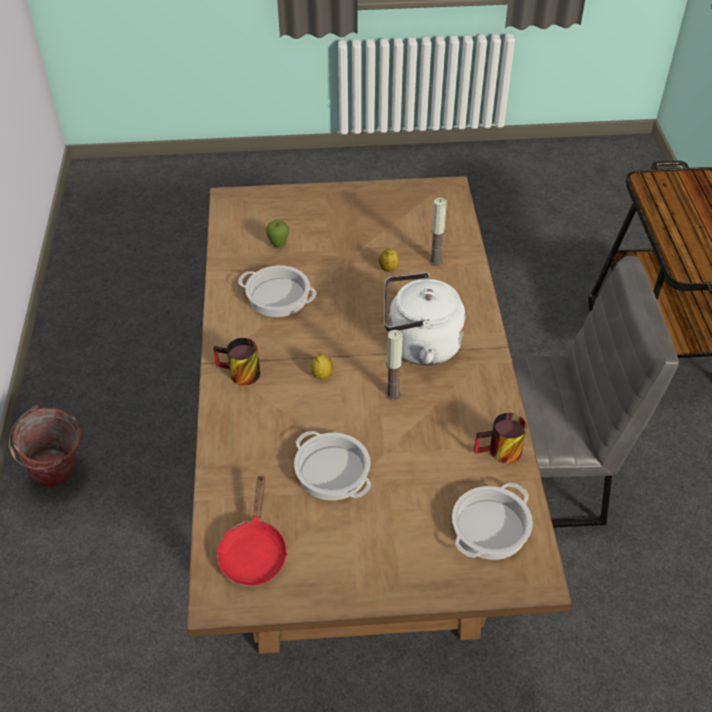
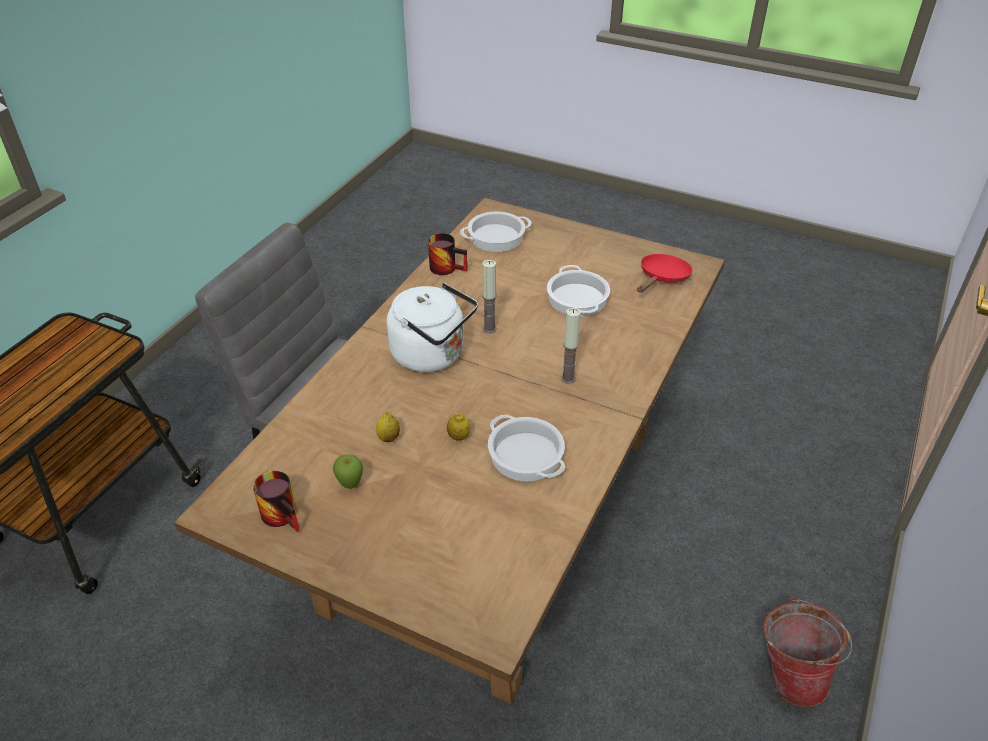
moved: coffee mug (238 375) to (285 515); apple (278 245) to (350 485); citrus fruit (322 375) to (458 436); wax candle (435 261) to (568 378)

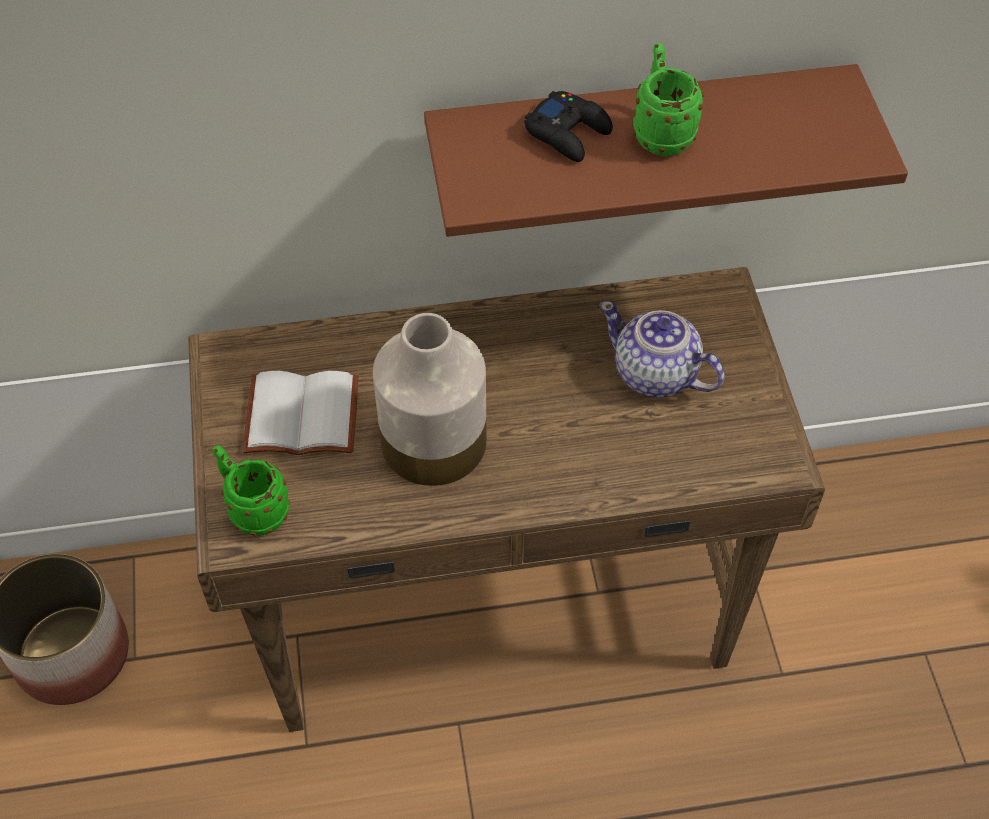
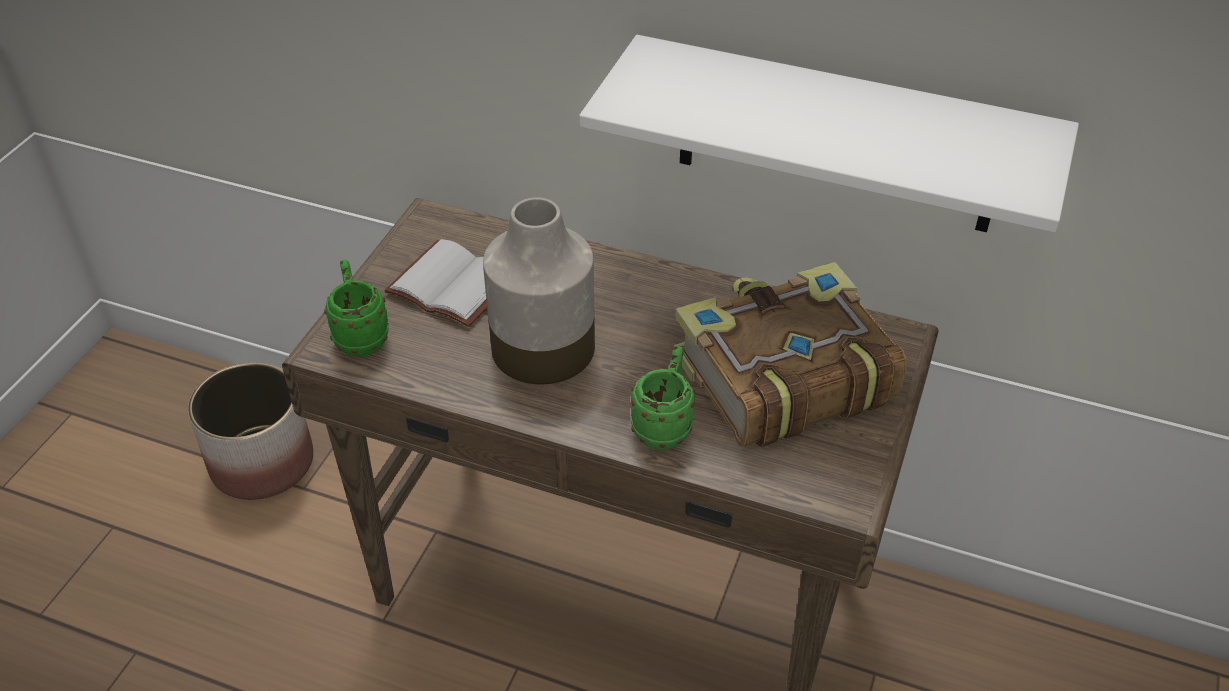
removed: game controller in black (568 133)
moved: coffee mug in green-coloured (660 132) to (664 425)
replaced: tea pot (656 374) to volume (781 377)
recoloured: bracket shelf in brown-coloured (637 140) to bracket shelf in white-coloured (838 137)

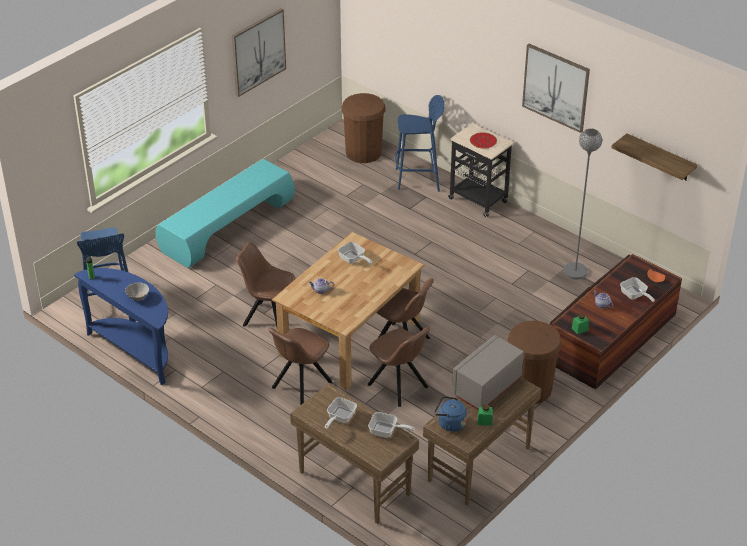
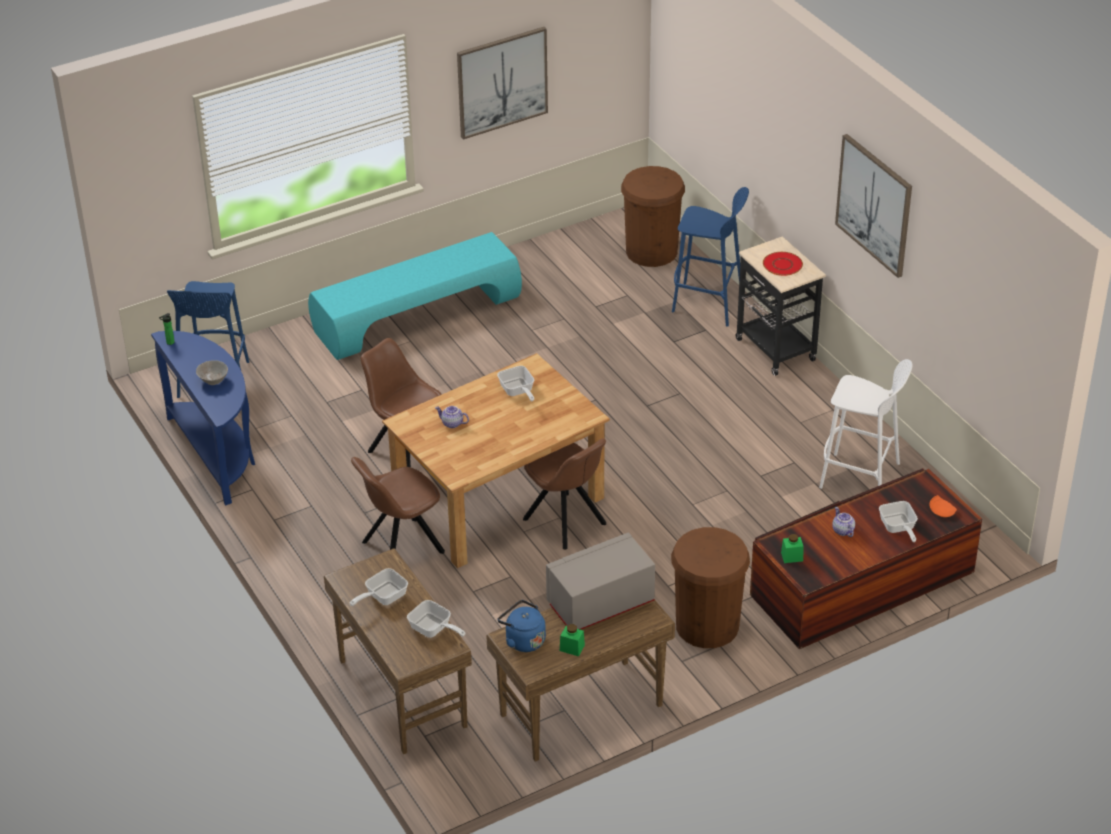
removed: plain chair in brown-coloured (398 386); bracket shelf (660 158)
replaced: standing lamp in gray (575 272) to stool in white-coloured (861 479)

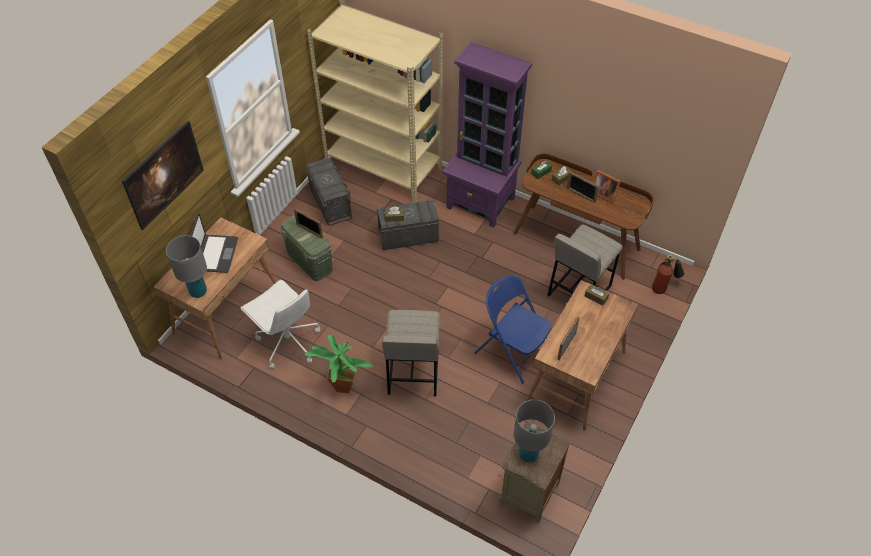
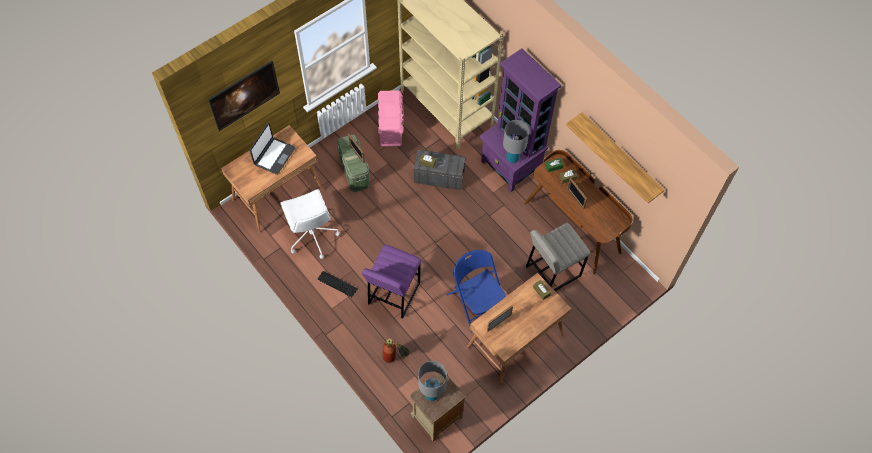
removed: photo frame (603 194)
added: bracket shelf (620 156)
moved: lamp for a table in gray (198 292) to (512 158); fire-fighting cylinder (664 287) to (394 357)
replaced: plant in a pot (341 385) to computer keyboard (337 284)
recoloured: storage bin in gray (330 203) to storage bin in pinkish (391 126); plain chair in gray (413 374) to plain chair in purplish (393 294)

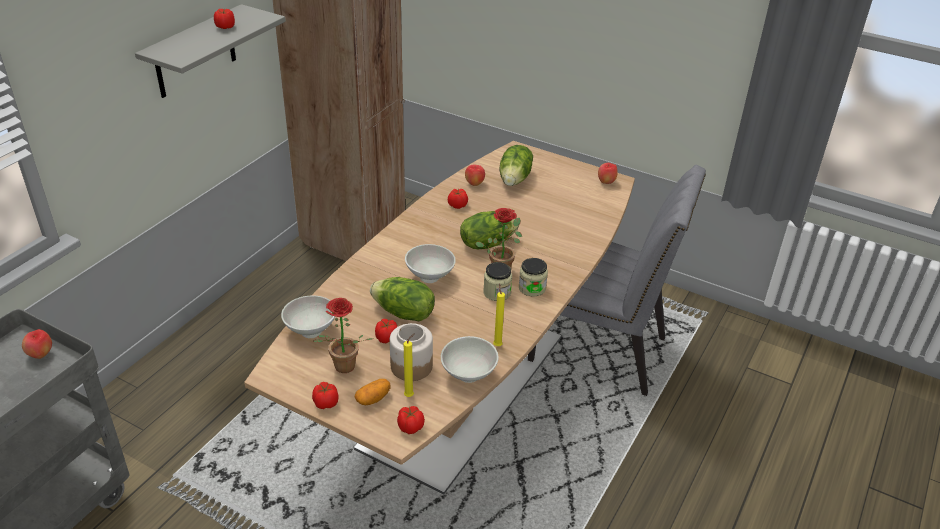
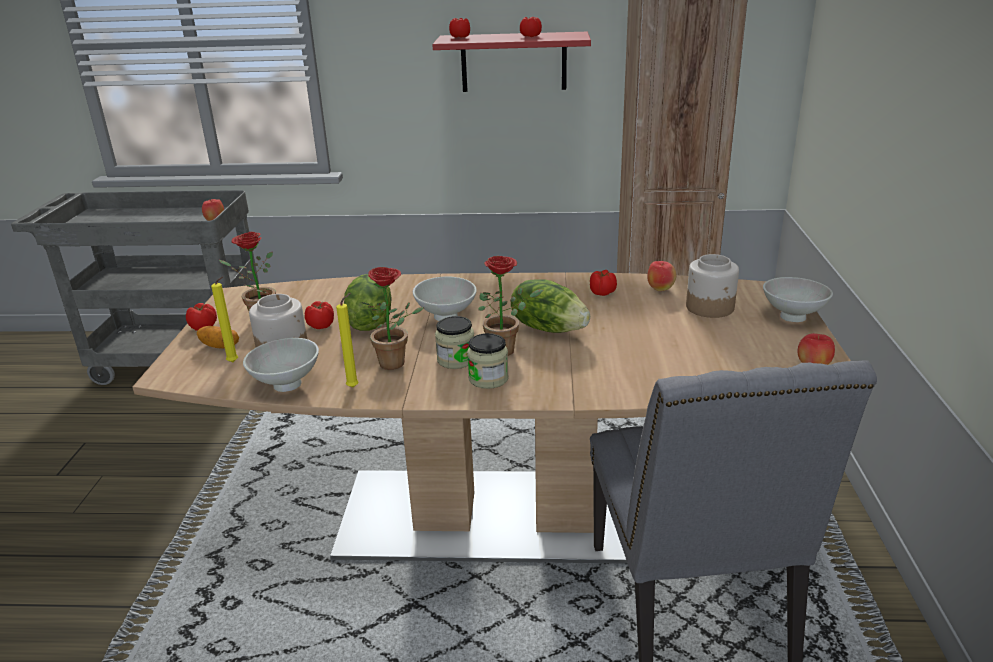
added: plant in a pot (398 363)
moved: deep dish in white-coloured (309 331) to (791 316); whole tomato (410 427) to (460 37)
replaced: lettuce (515 179) to storage jar (710 307)
recoloured: bracket shelf in gray (195 52) to bracket shelf in red-coloured (513 62)

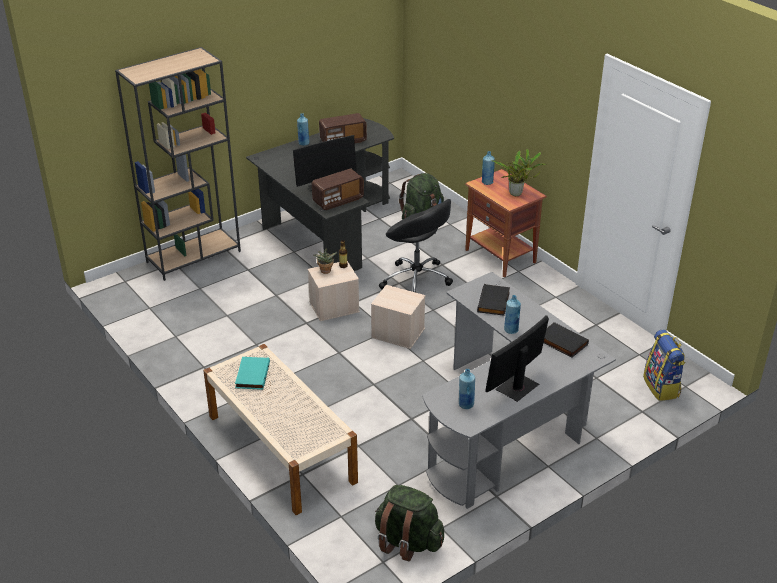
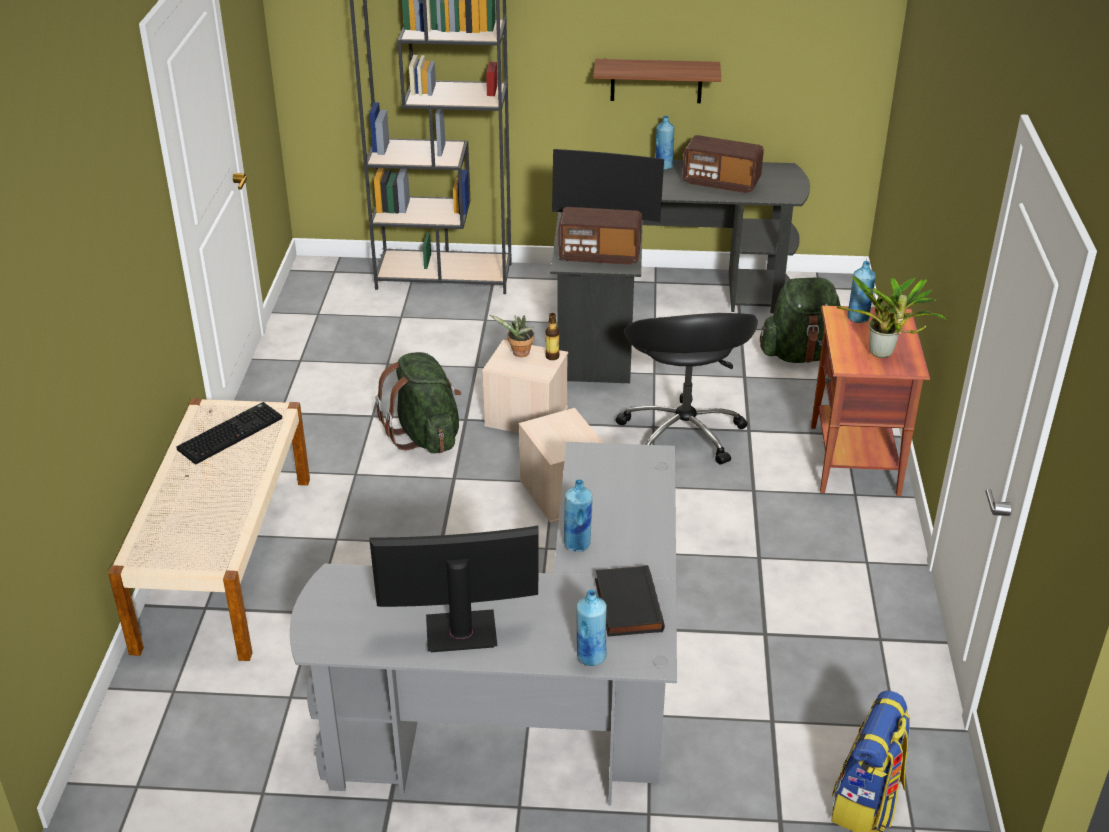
removed: volume in black (494 302)
added: bracket shelf (656 81)
moved: rucksack in green-coloured (407 541) to (426 436); drink bottle in bluish (466 404) to (591 656)
replaced: volume in turquoise (251 375) to computer keyboard (230 433)

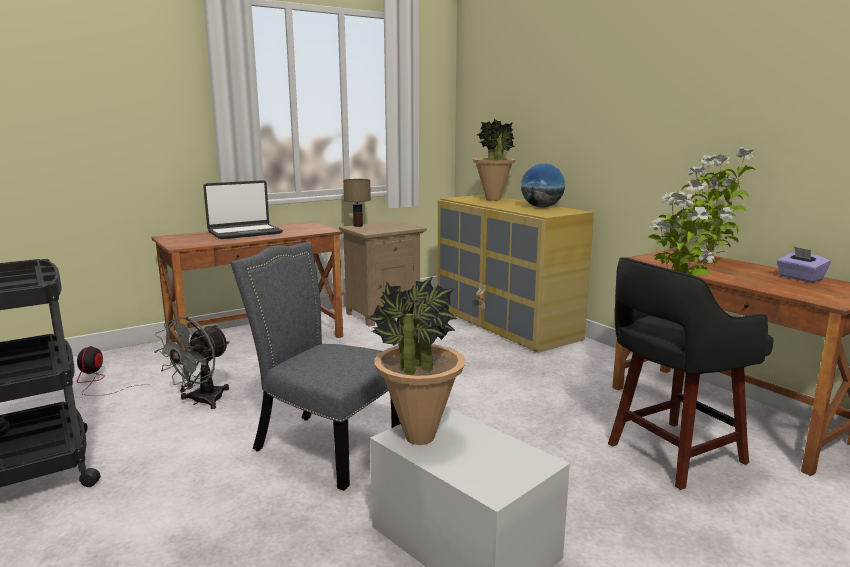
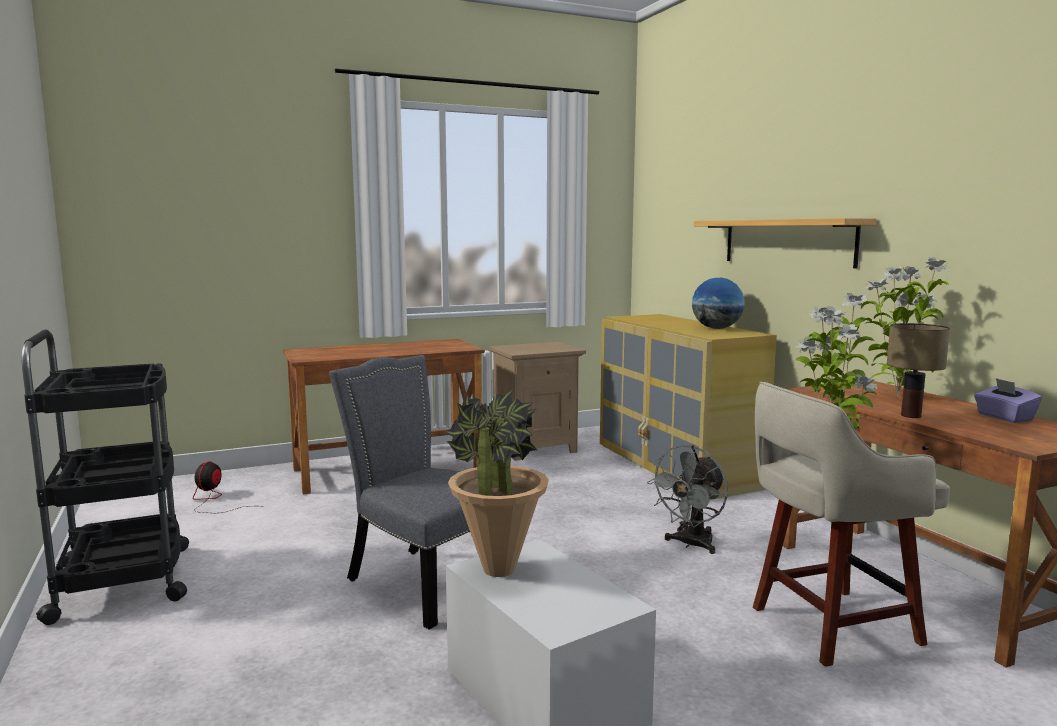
removed: portable computer (245 232); plant in a pot (493 199)
added: bracket shelf (787 242)
moved: fan in gray (201 401) to (691 544); lamp for a table (358 226) to (912 416)
recoloured: stool in black (671 455) to stool in beige-coloured (828 627)

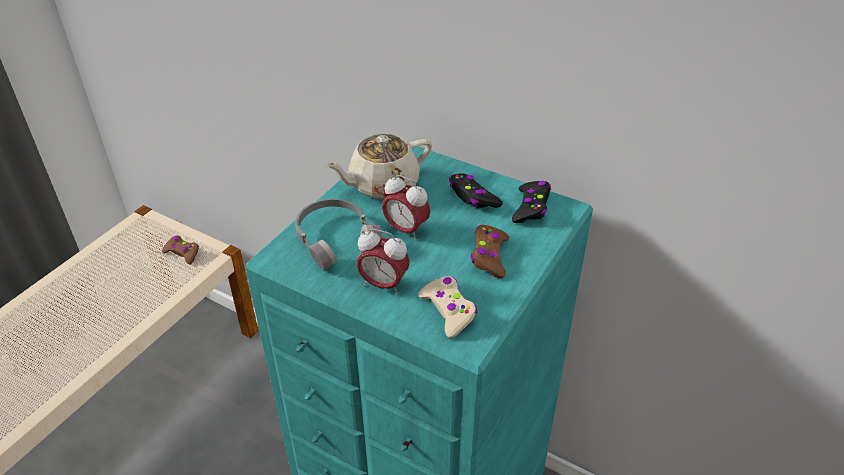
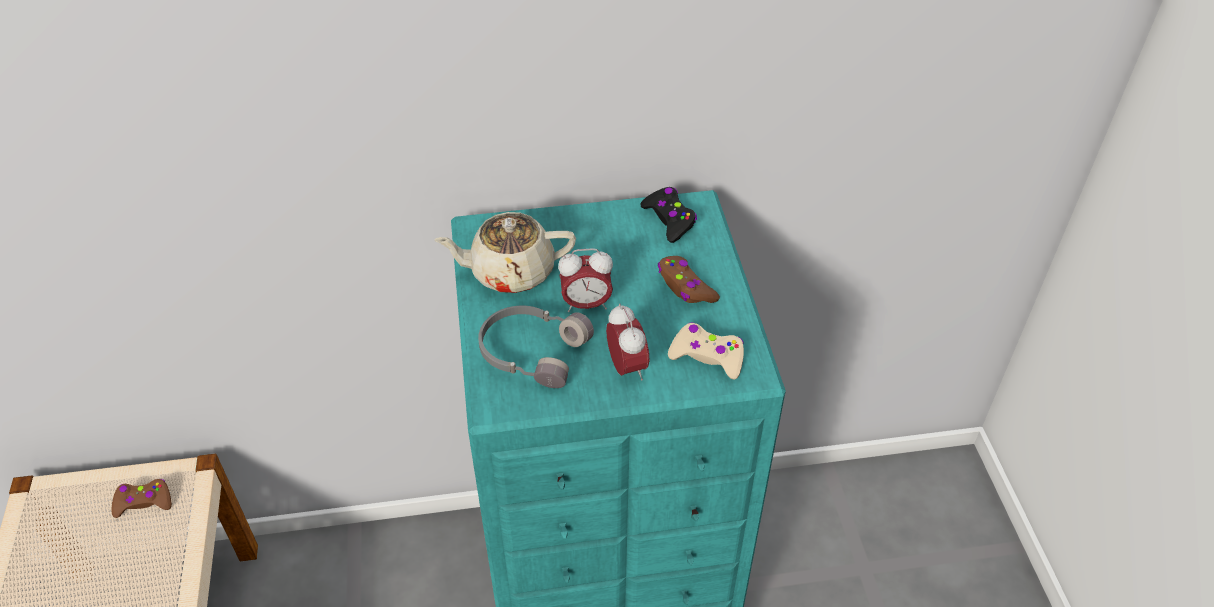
removed: game controller in black (473 197)
turned: tea pot in beige-coloured (382 185) = (510 272) 60 degrees clockwise; alarm clock (383 284) = (627 368) 90 degrees counterclockwise

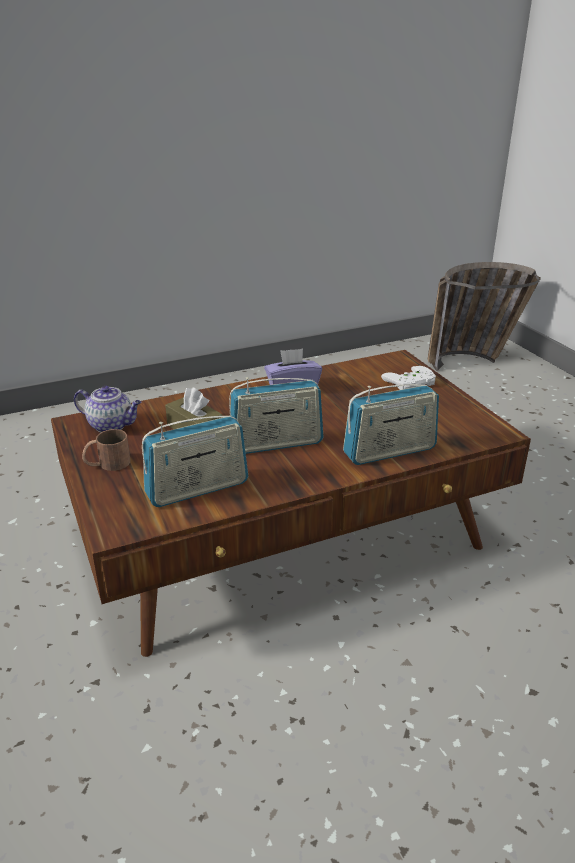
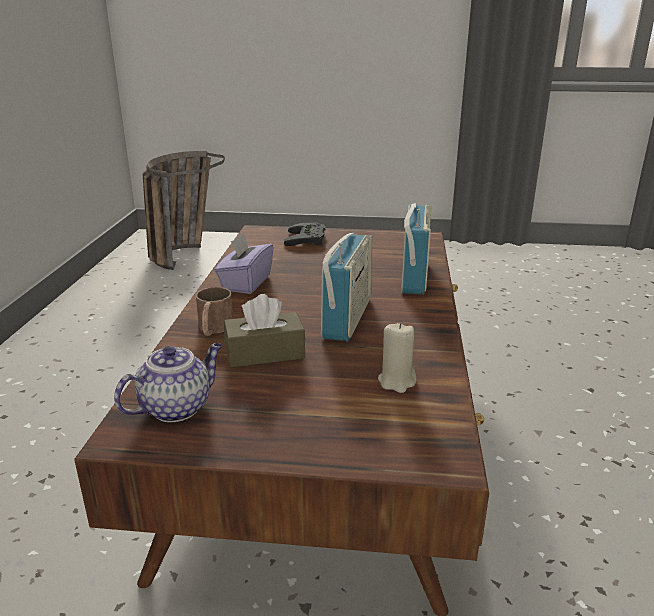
moved: coffee mug in brown-coloured (107 464) to (213 329)
replaced: radio (197 489) to wax candle in beige-coloured (397 381)
recoloured: game controller in white-coloured (411 383) to game controller in black (309 239)

